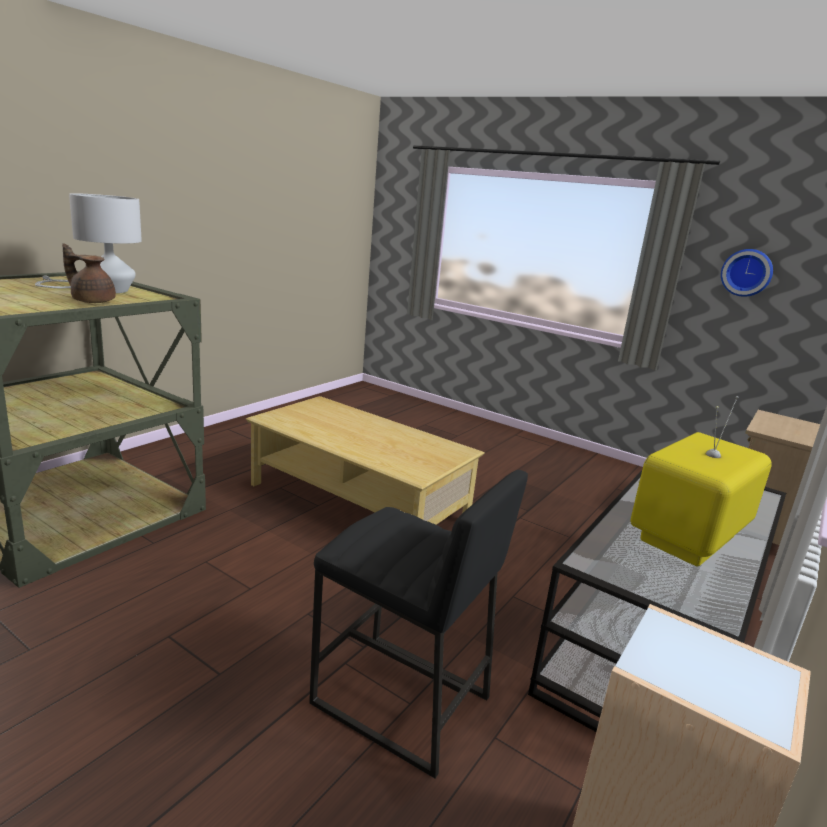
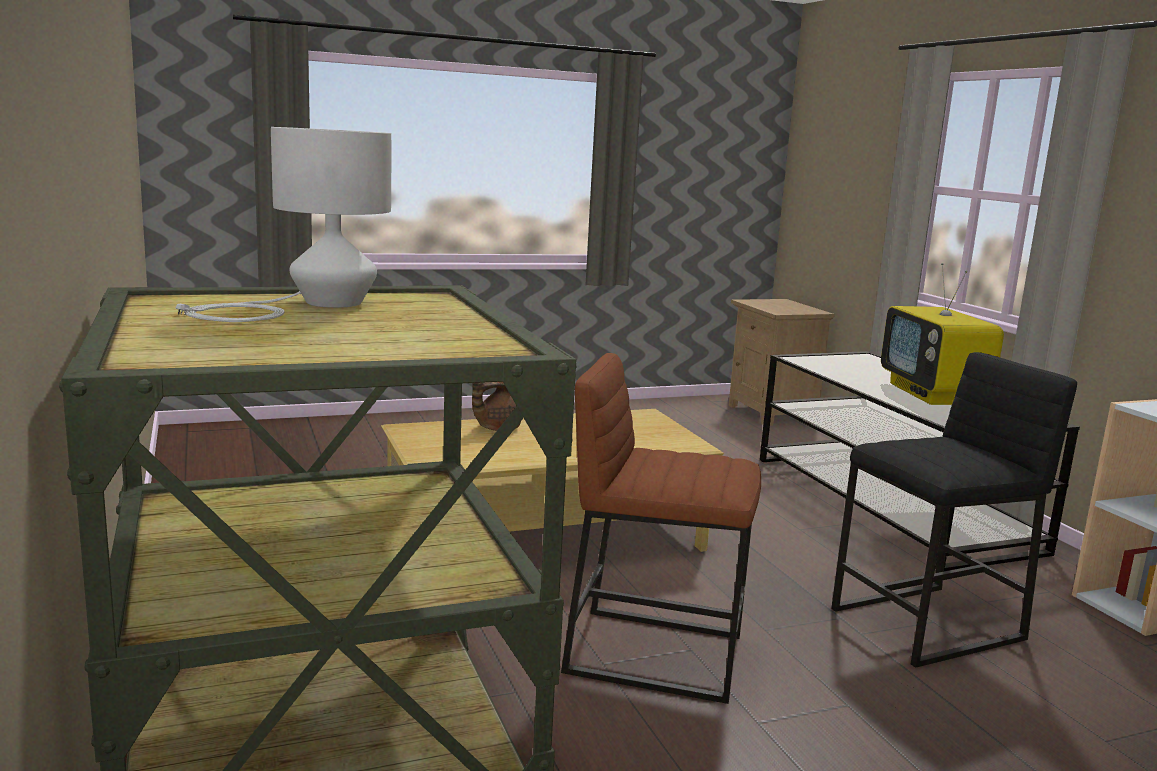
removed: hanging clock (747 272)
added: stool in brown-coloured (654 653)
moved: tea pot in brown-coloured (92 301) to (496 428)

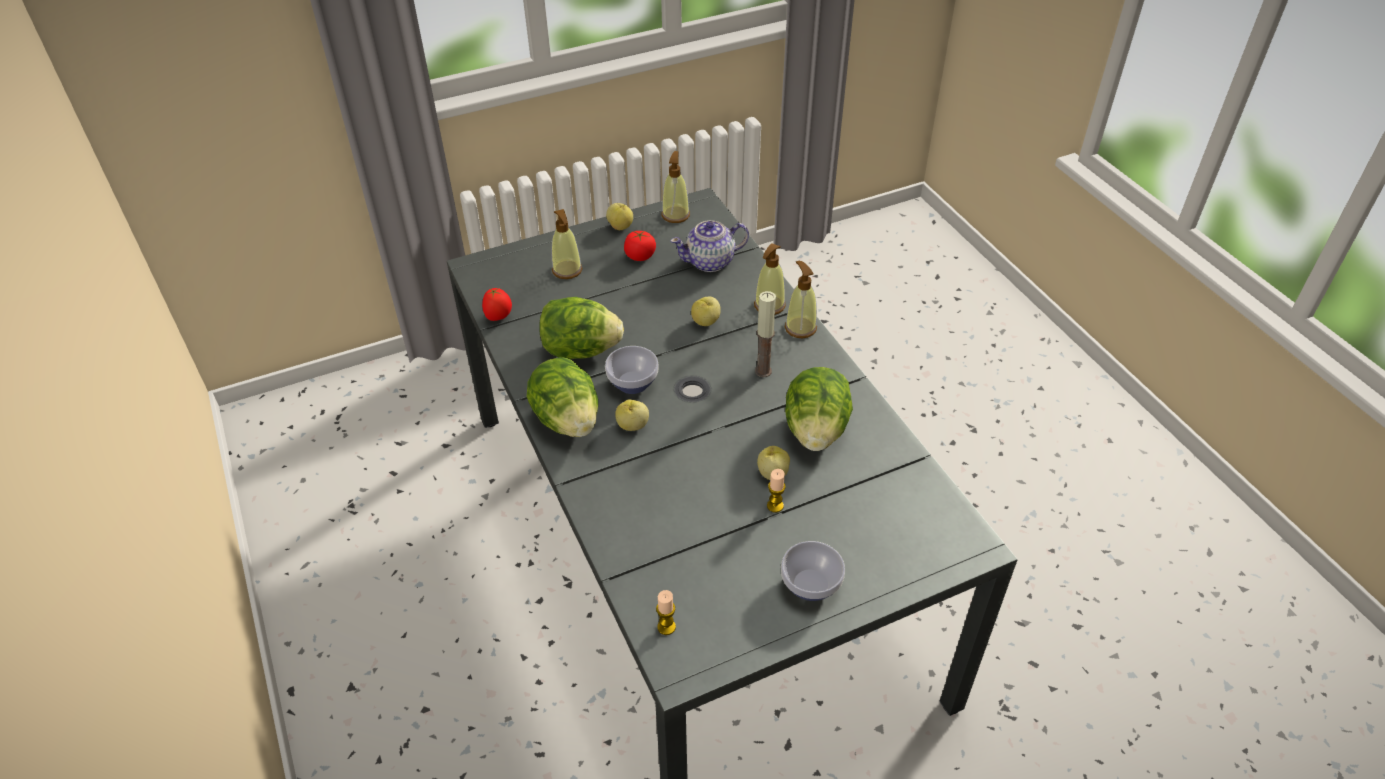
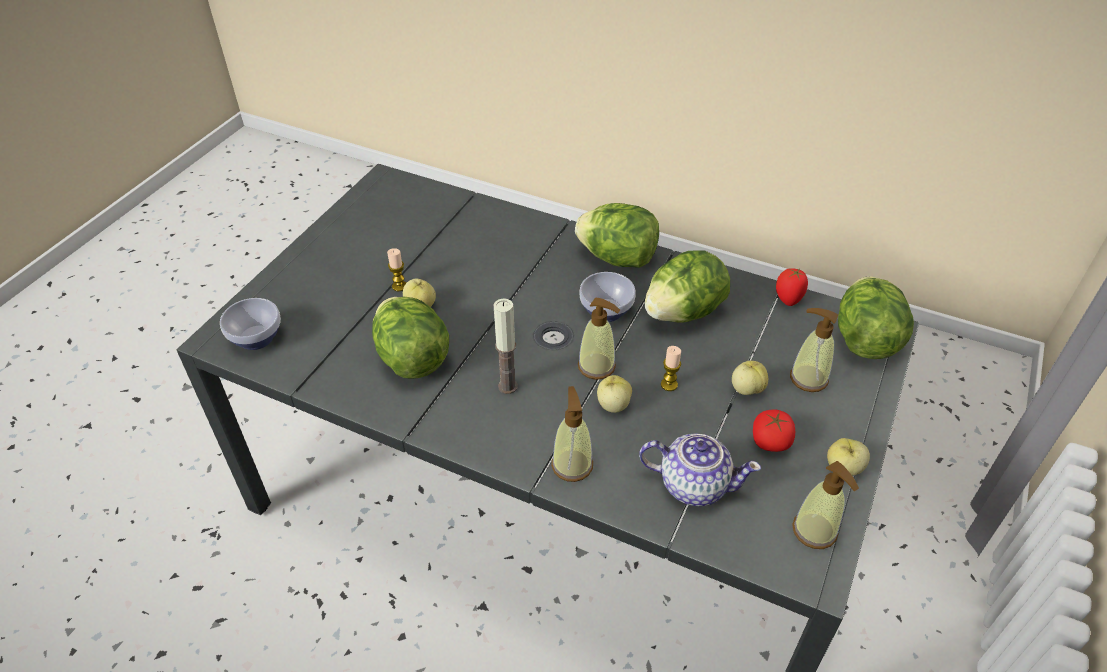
added: lettuce (864 339)
moved: apple (632 426) to (747 389); wax candle (666 627) to (669 384); deep dish (810 583) to (257 339); soap dispenser (800 328) to (597 366)
turned: tea pot (710 262) = (693 484) 75 degrees clockwise

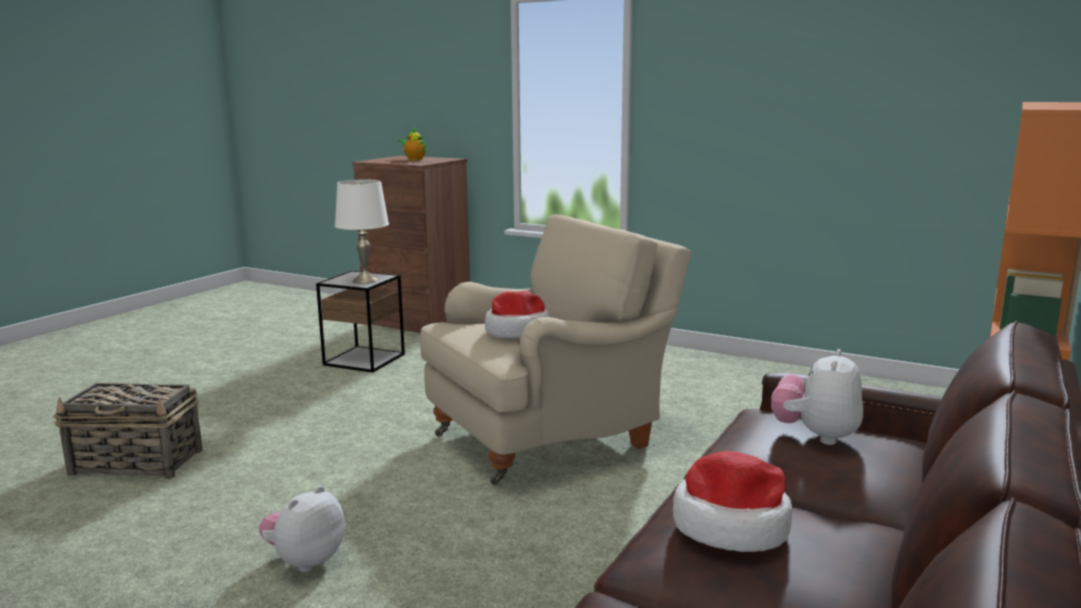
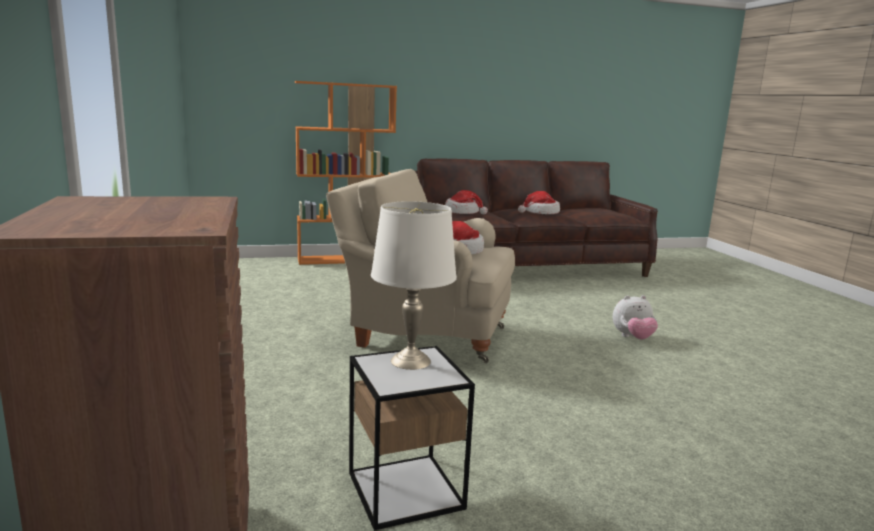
removed: household basket (138 462); tea pot (414 159)
replaced: cuddly toy (816 436) to hat (463 212)

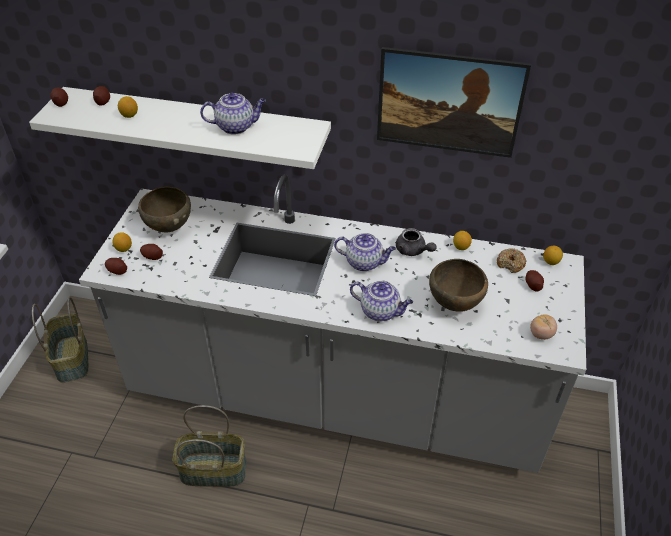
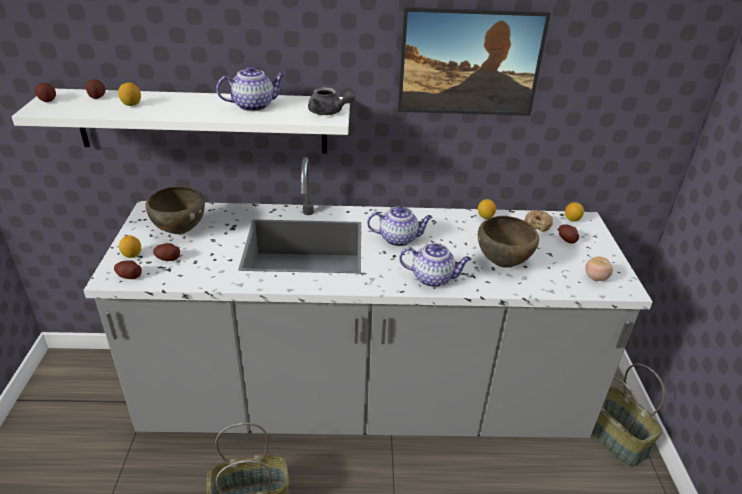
moved: household basket (73 359) to (615 438); tea pot in gray (413 251) to (329 113)

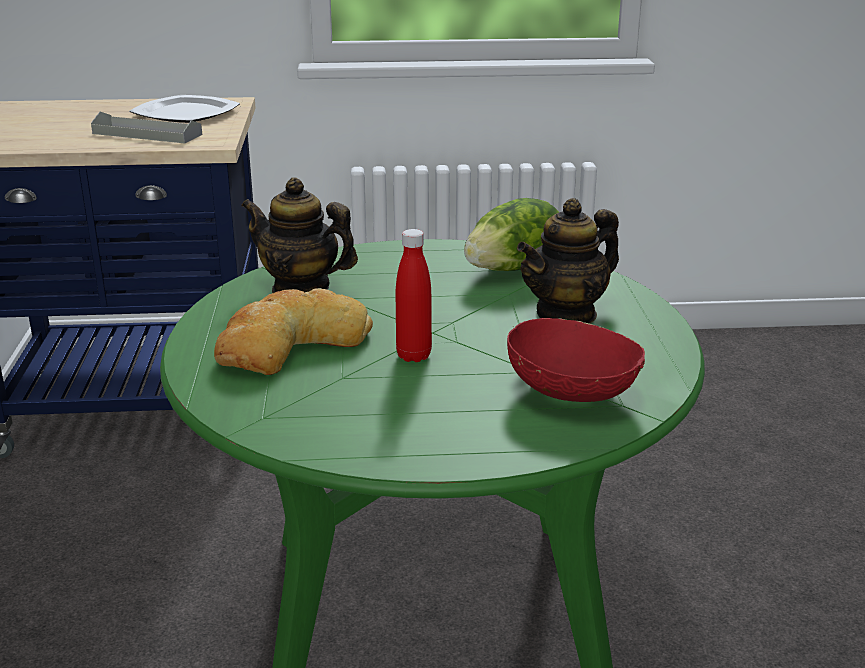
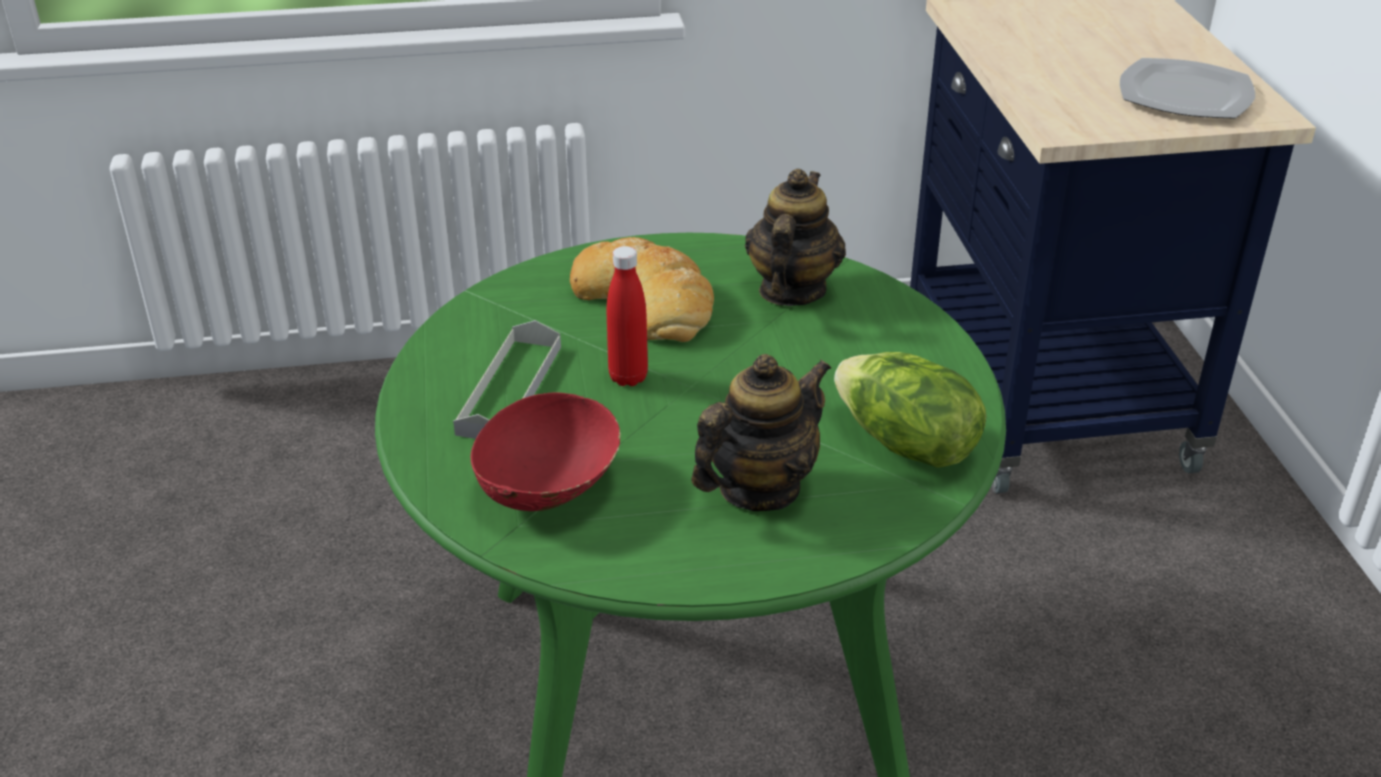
moved: serving tray in gray (147 134) to (510 389)
turned: tea pot (566 314) = (759 488) 90 degrees clockwise

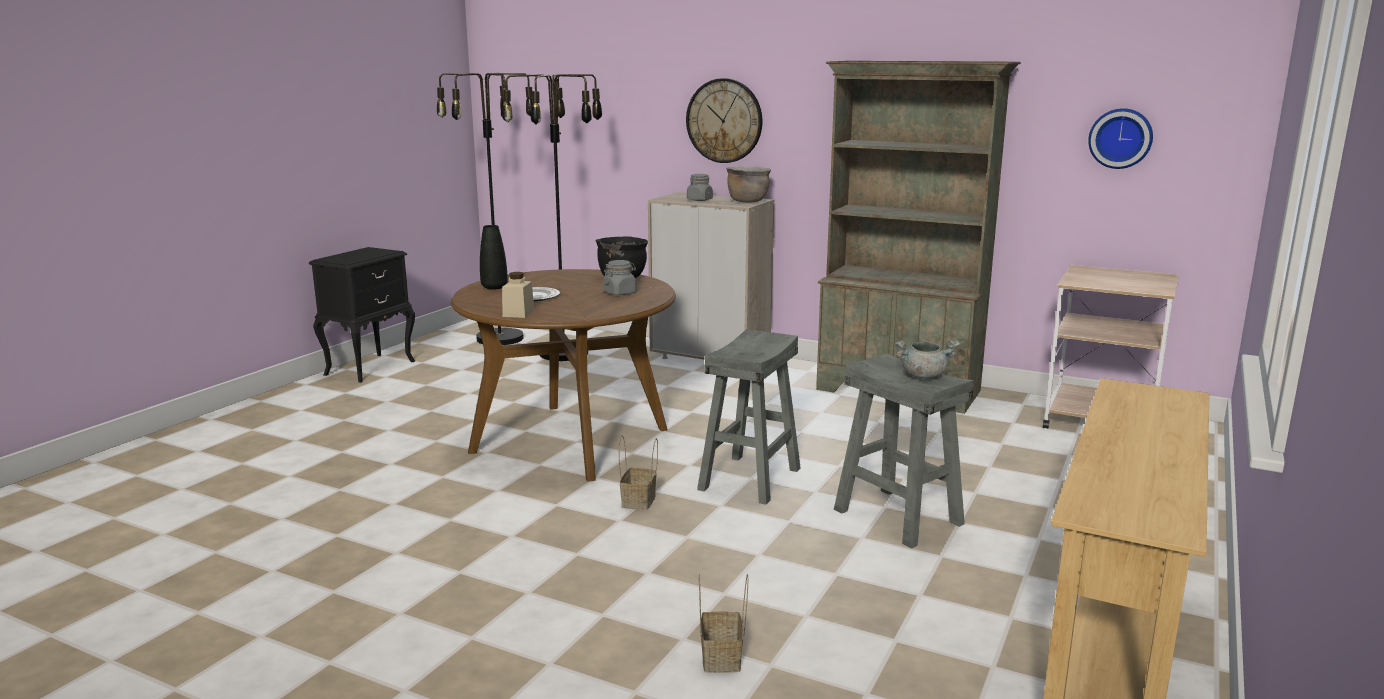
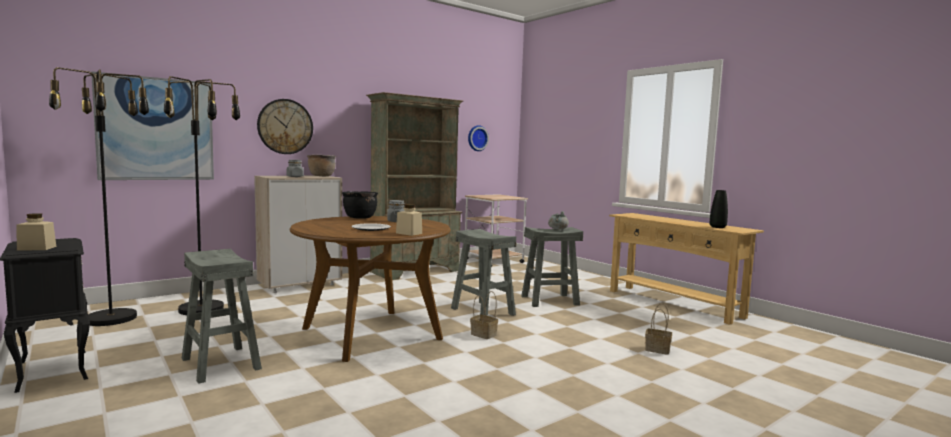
added: storage jar in beige-coloured (37 248); picture (156 129); stool in gray (220 363)
moved: vase in black (494 287) to (717 227)

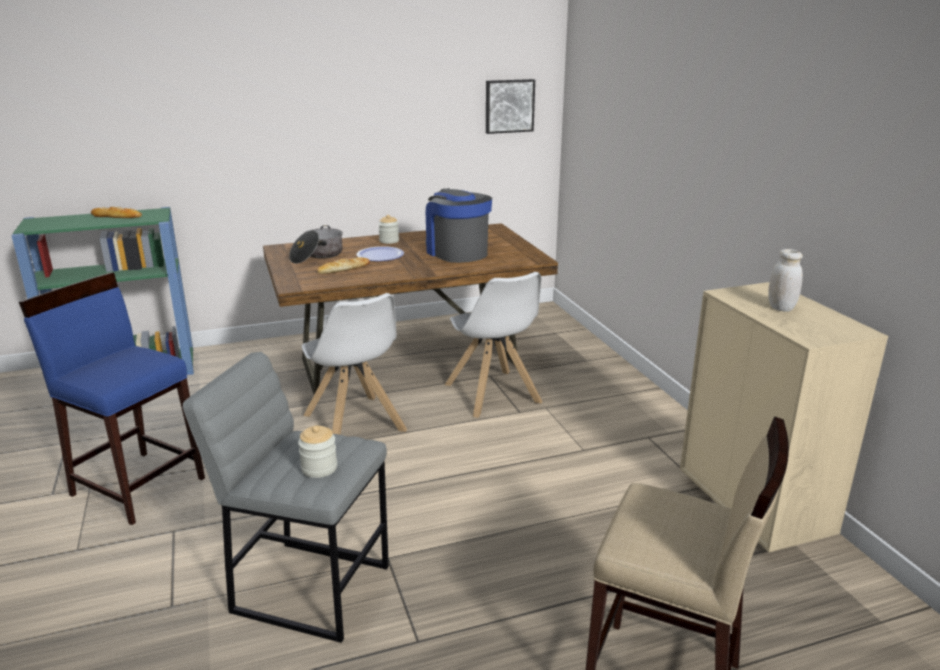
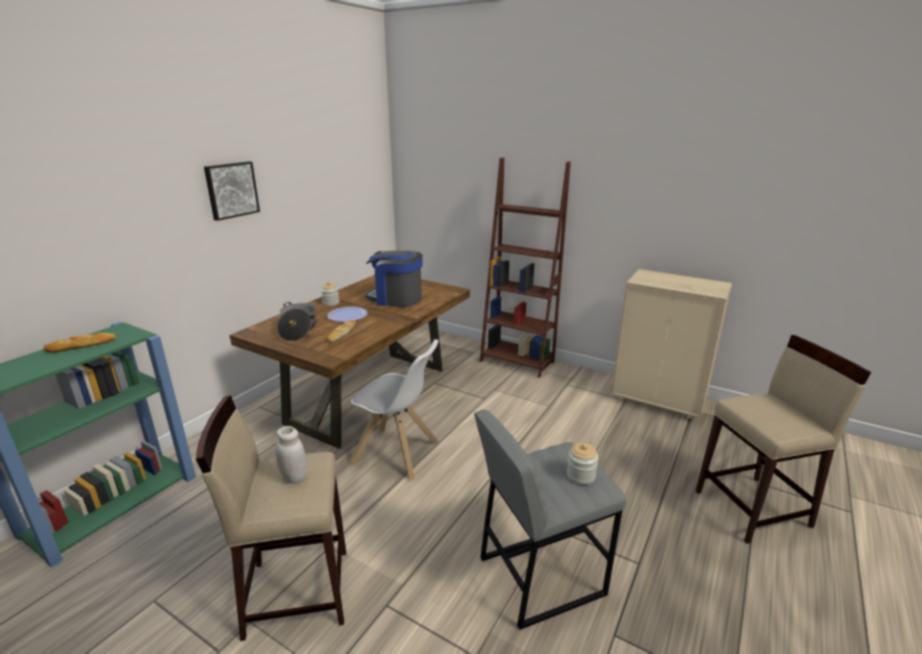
removed: plain chair (493 395)
added: shelving unit in brown-coloured (517 361)
moved: picture (509 106) to (231 190); storage jar in white-coloured (781 308) to (294 477)
recoloured: stool in bluish (138 485) to stool in beige-coloured (296 591)

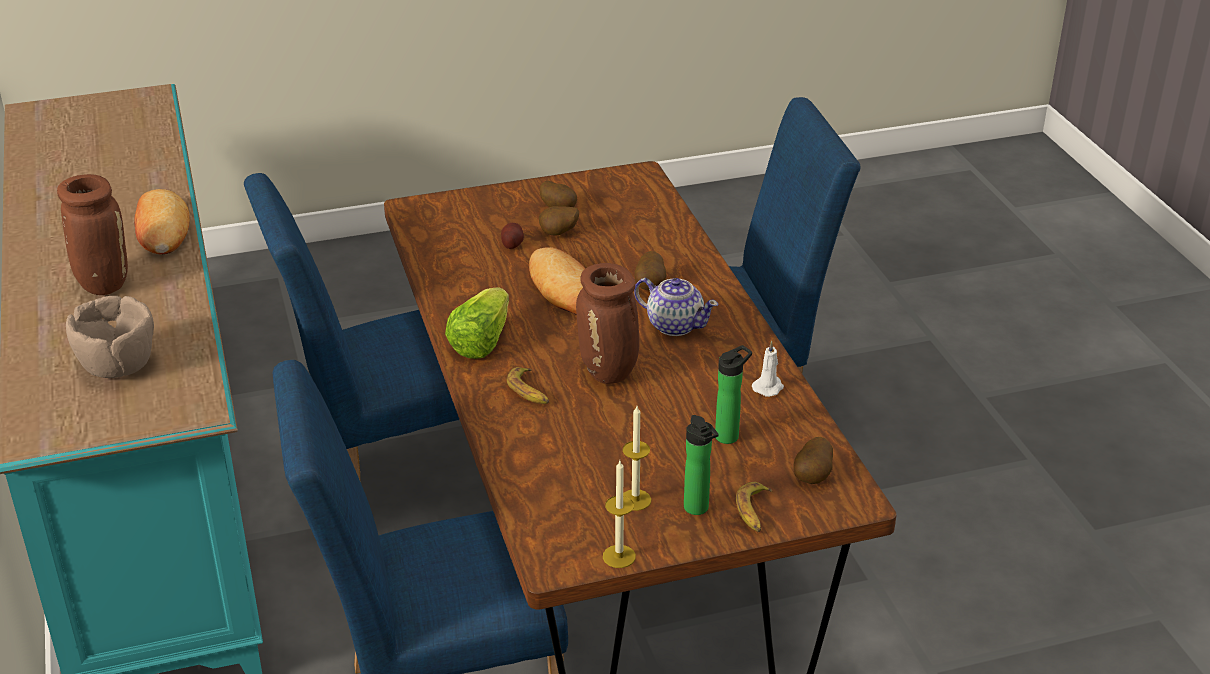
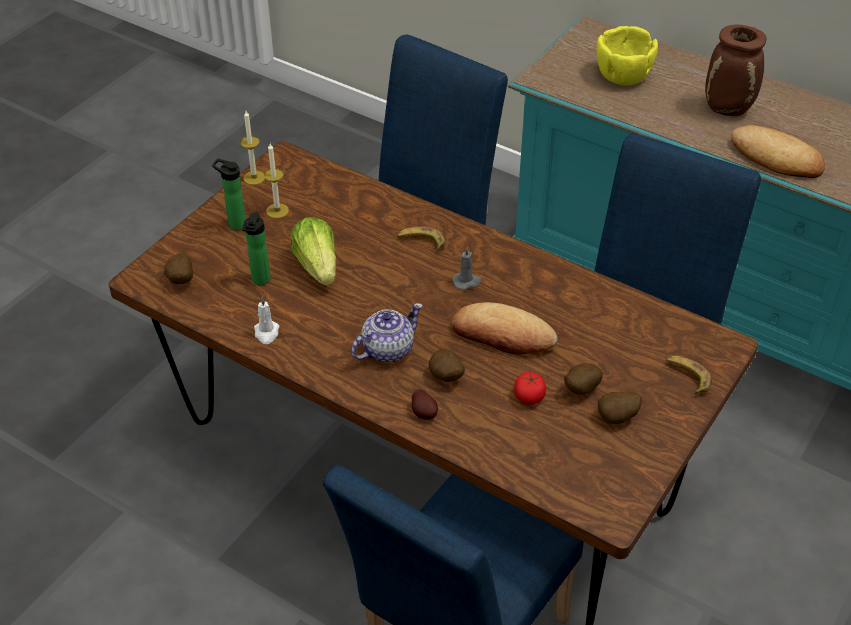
removed: vase in brown-coloured (609 373)
added: wax candle in gray (467 282); whole tomato (529 396)
moved: lettuce (481 341) to (317 266); whole potato (512 243) to (424 412); banana (754 512) to (687 377)
recoloured: deep dish in brown-coloured (119 366) to deep dish in yellow-coloured (622 76)
turned: tea pot (674 325) = (387 350) 150 degrees clockwise

